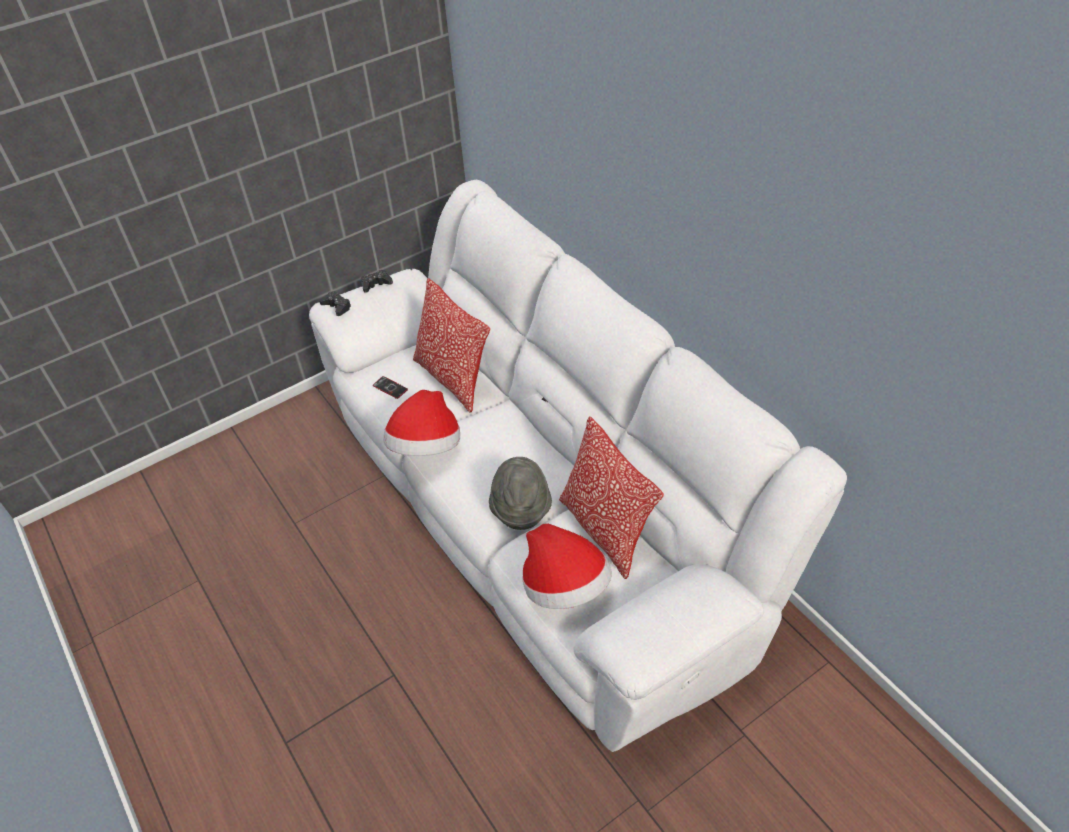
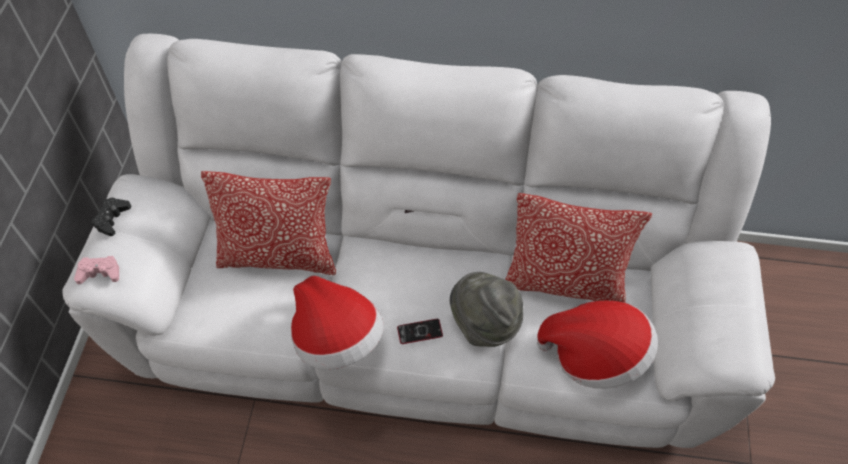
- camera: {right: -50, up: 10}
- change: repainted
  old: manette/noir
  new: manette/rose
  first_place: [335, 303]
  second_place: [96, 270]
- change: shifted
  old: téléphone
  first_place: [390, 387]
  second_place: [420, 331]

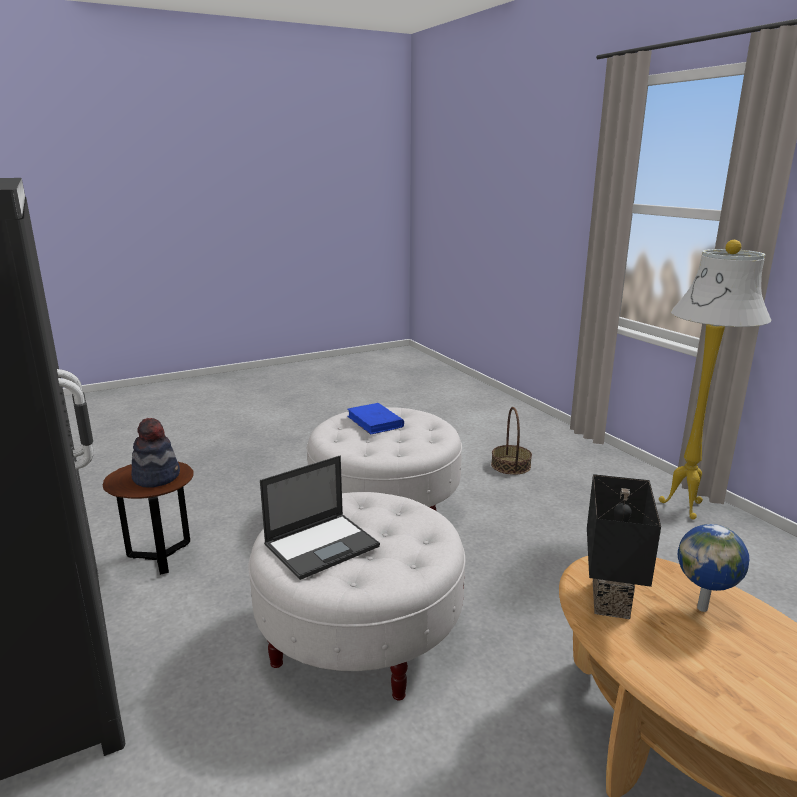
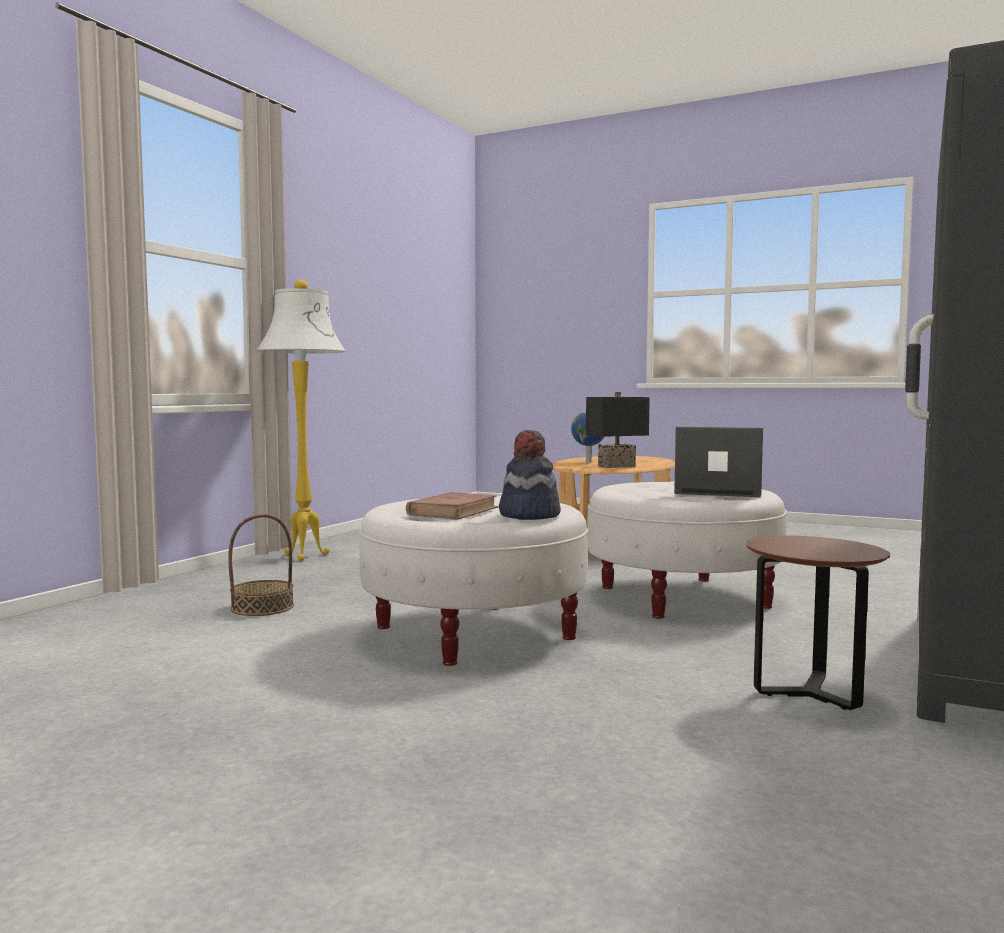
- camera: {right: -125, up: -15}
- change: repainted
  old: livre/bleu
  new: livre/marron
  first_place: [375, 418]
  second_place: [452, 506]
- change: shifted
  old: chapeau
  first_place: [155, 453]
  second_place: [530, 475]

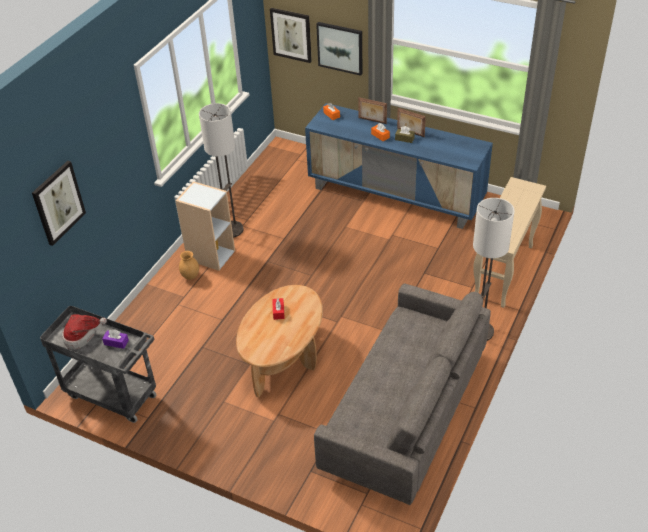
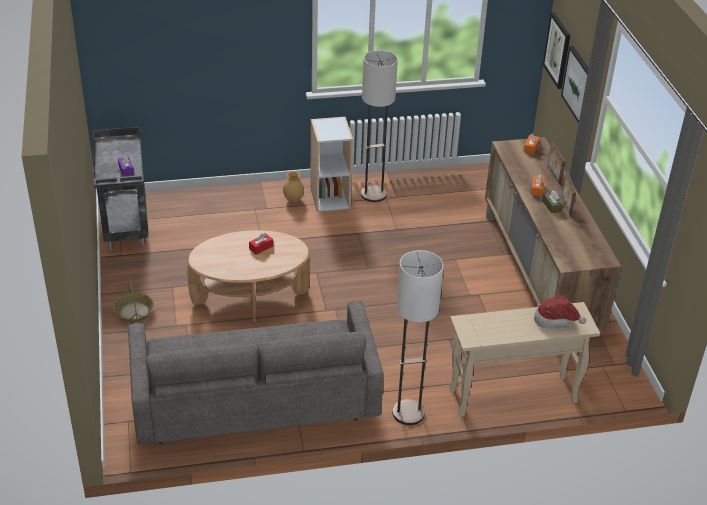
- camera: {right: 50, up: -5}
- change: new
  new: panier
  second_place: [133, 301]
- change: repainted
  old: meuble télé/bleu
  new: meuble télé/marron
  first_place: [399, 166]
  second_place: [553, 235]
- change: shifted
  old: chapeau
  first_place: [84, 332]
  second_place: [560, 311]
- change: gone
  old: tableau
  first_place: [59, 203]

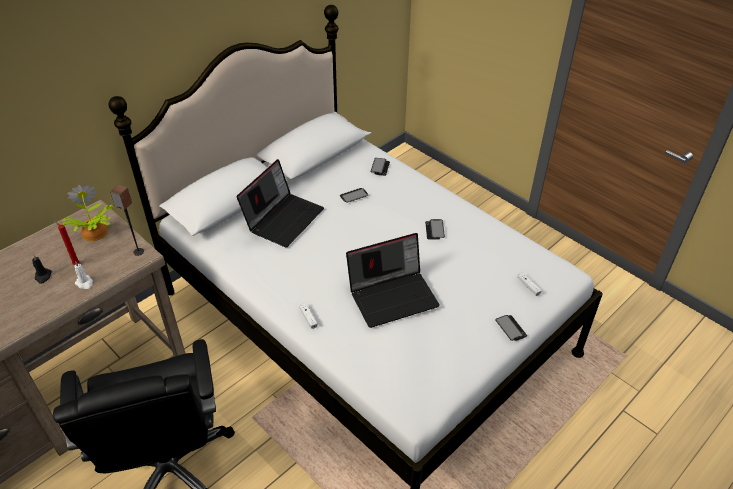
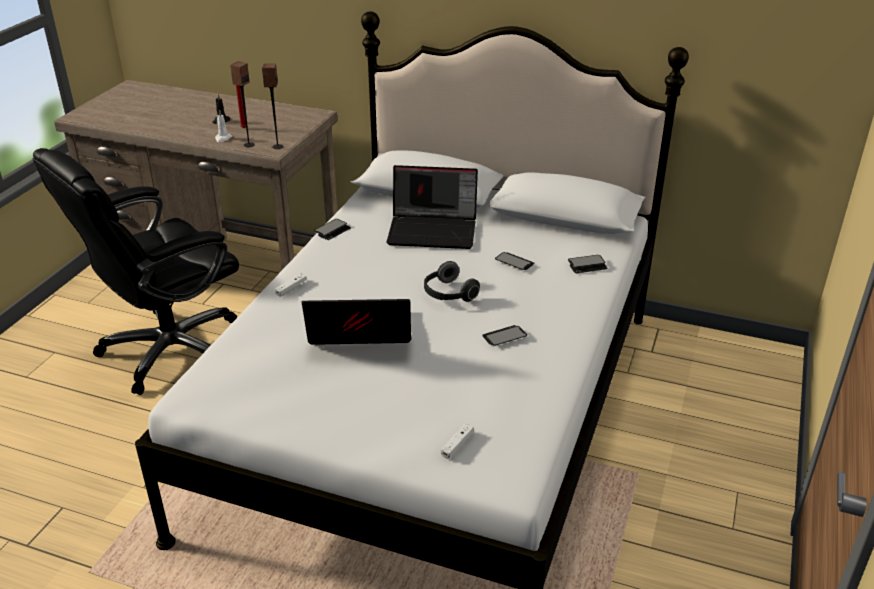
- camera: {right: 65, up: -10}
- change: new
  new: enceinte
  second_place: [242, 104]
- change: rotated
  old: ordinateur portable
  first_place: [393, 280]
  second_place: [356, 322]
  degrees: 135
- change: shifted
  old: téléphone
  first_place: [511, 328]
  second_place: [332, 229]
- change: new
  new: casque audio
  second_place: [452, 281]
- change: gone
  old: plante en pot
  first_place: [86, 213]

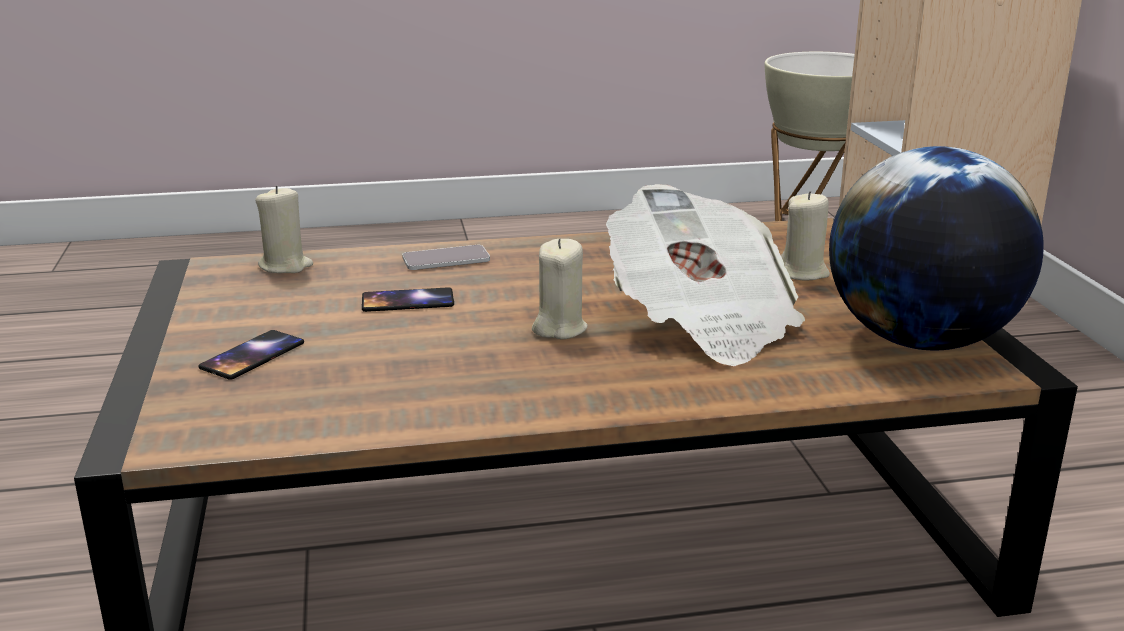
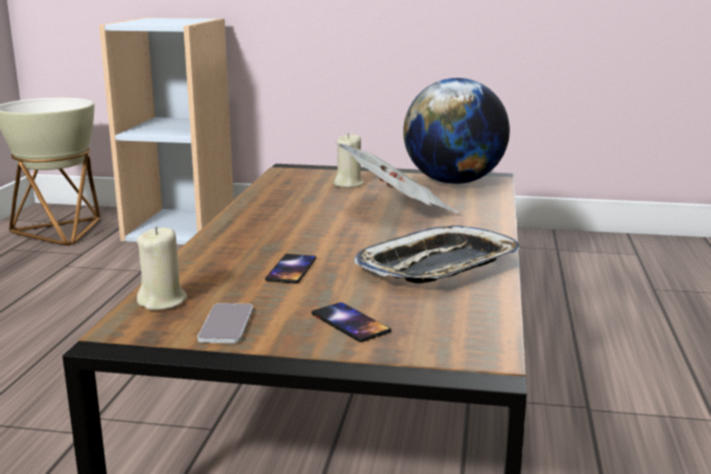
- camera: {right: -70, up: -5}
- change: shifted
  old: téléphone
  first_place: [446, 257]
  second_place: [225, 323]
- change: new
  new: plateau
  second_place: [437, 254]
- change: gone
  old: bougie/beige
  first_place: [560, 289]

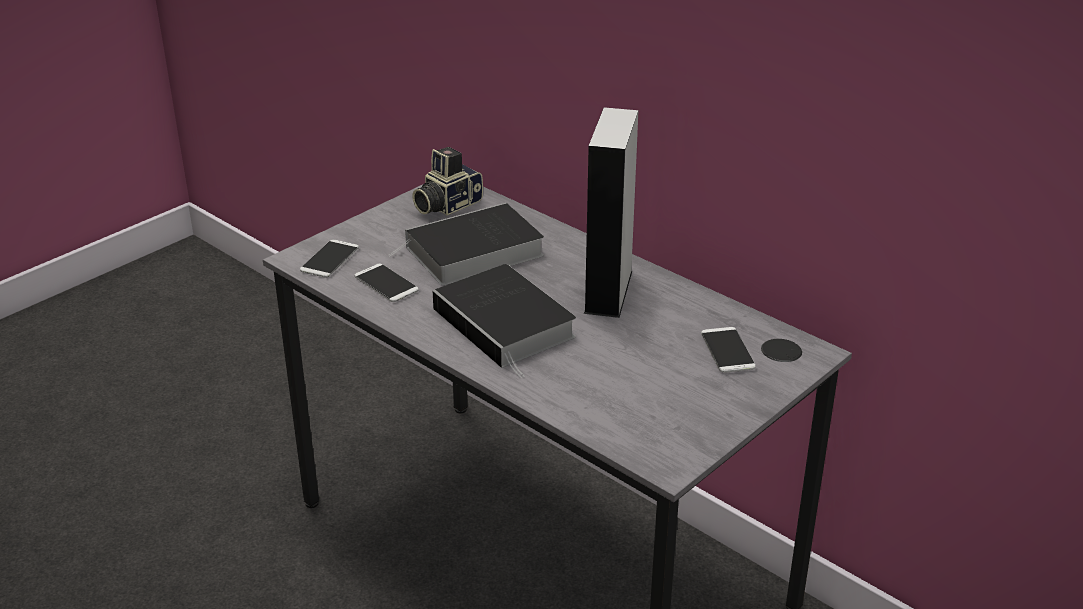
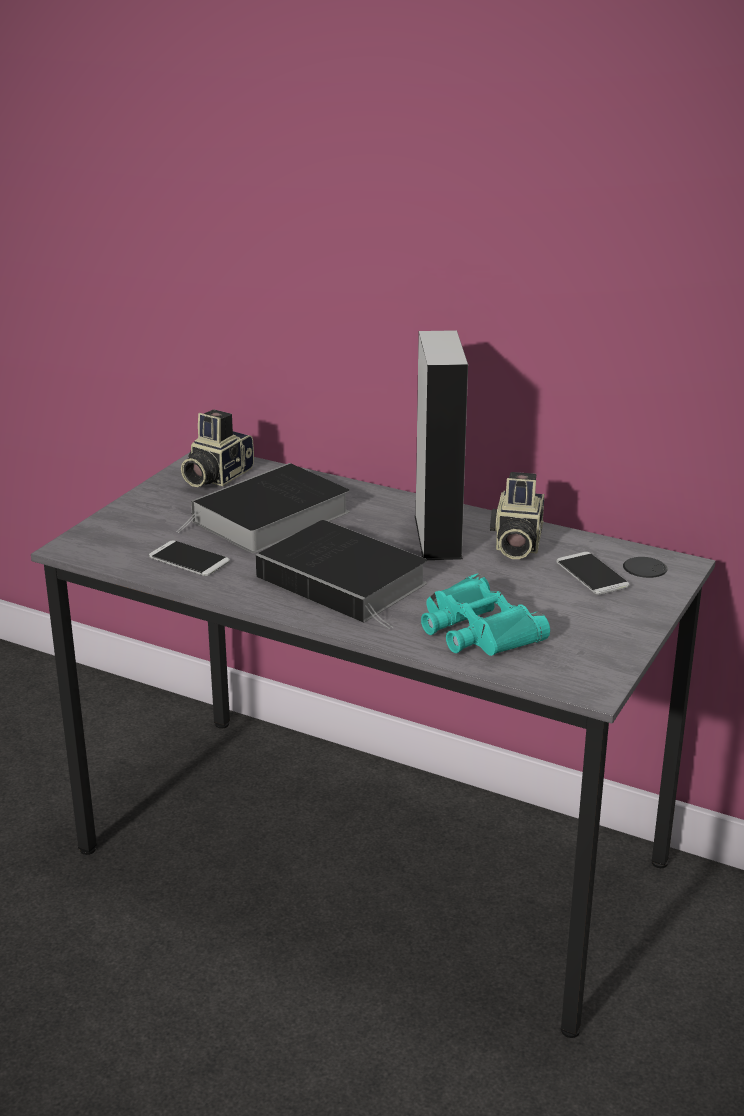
- camera: {right: -15, up: -5}
- change: new
  new: jumelles/turquoise
  second_place: [485, 615]
- change: new
  new: appareil photo
  second_place: [517, 515]
- change: gone
  old: téléphone
  first_place: [329, 258]

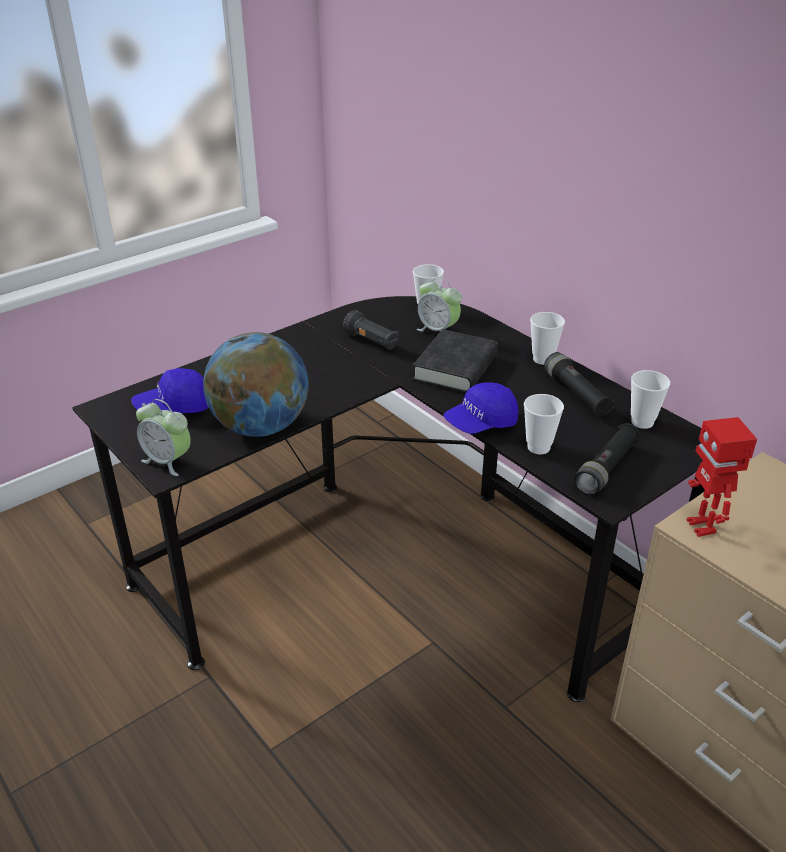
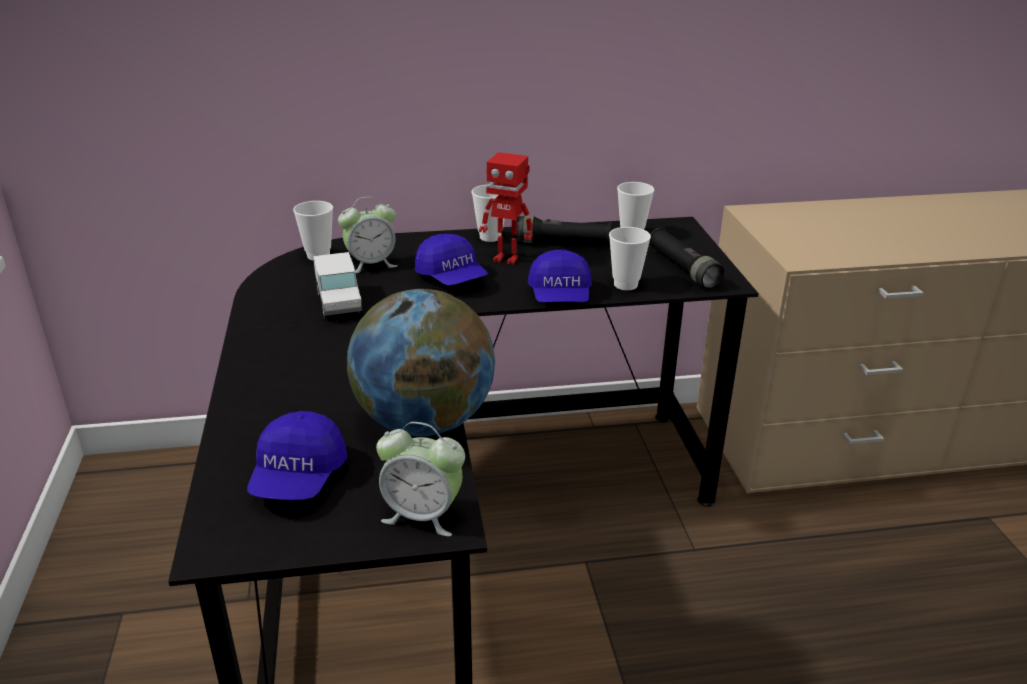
- camera: {right: -60, up: -5}
- change: swapped
  old: lampe de poche/noir
  new: camion jouet
  first_place: [371, 329]
  second_place: [337, 285]
- change: rotated
  old: réveil
  first_place: [163, 437]
  second_place: [420, 479]
  degrees: 45
- change: swapped
  old: livre/noir
  new: casquette/bleu
  first_place: [455, 361]
  second_place: [451, 260]
- change: shifted
  old: robot jouet
  first_place: [722, 477]
  second_place: [506, 208]

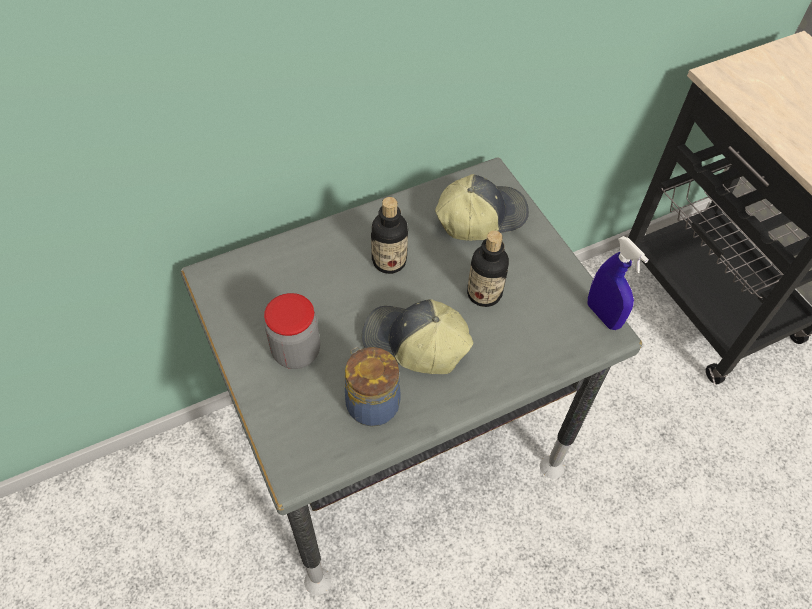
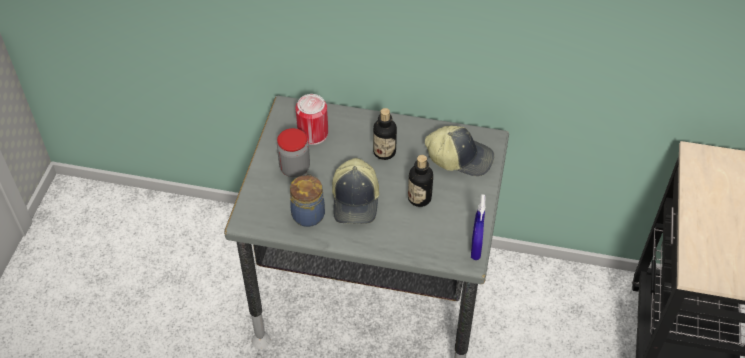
- camera: {right: 40, up: -5}
- change: new
  new: boîte métallique
  second_place: [311, 119]
- change: rotated
  old: casquette
  first_place: [417, 336]
  second_place: [355, 191]
  degrees: -150

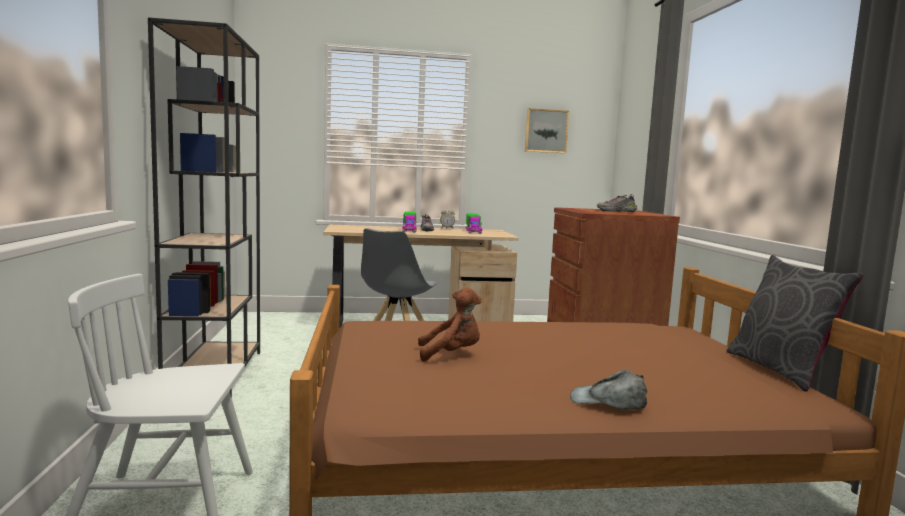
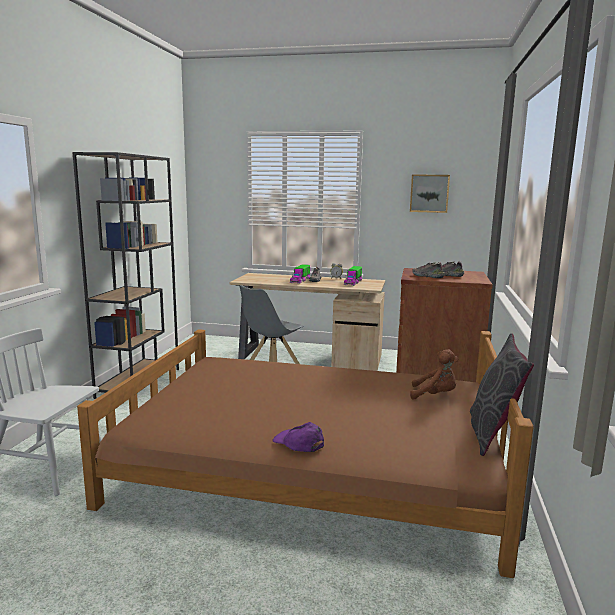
- camera: {right: 20, up: 5}
- change: repainted
  old: casquette/gris
  new: casquette/violet
  first_place: [609, 389]
  second_place: [298, 437]
- change: shifted
  old: peluche/marron
  first_place: [450, 324]
  second_place: [434, 374]
- change: new
  new: chaussure
  second_place: [428, 270]

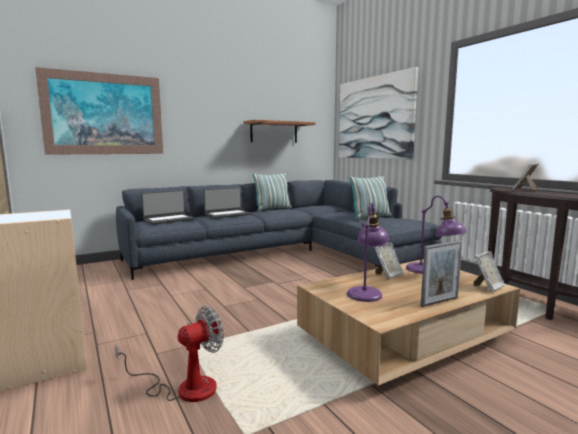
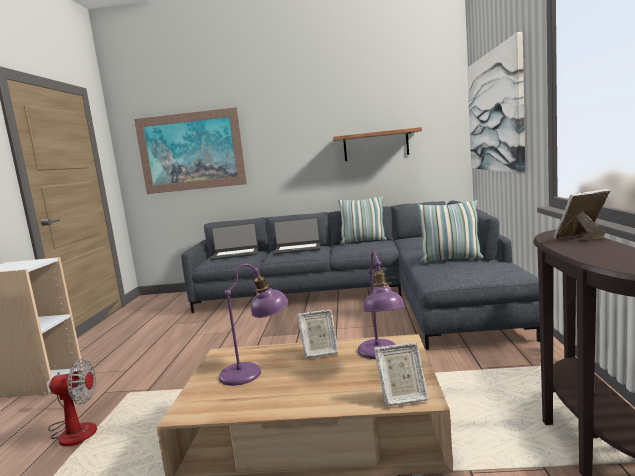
- camera: {right: 35, up: 0}
- change: gone
  old: cadre photo
  first_place: [441, 273]

